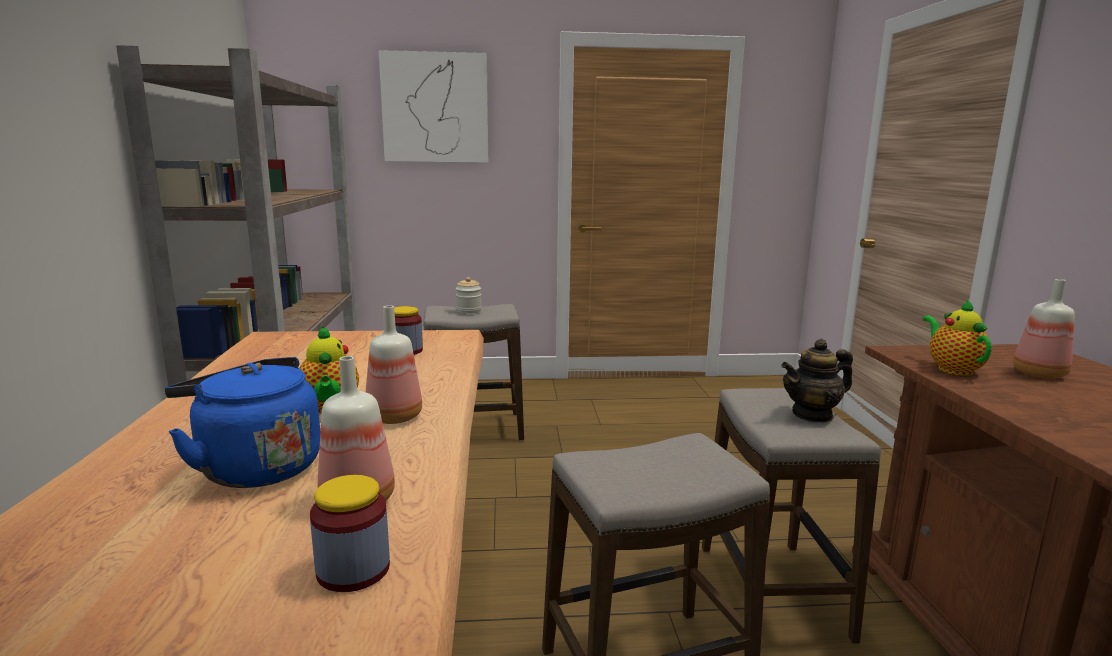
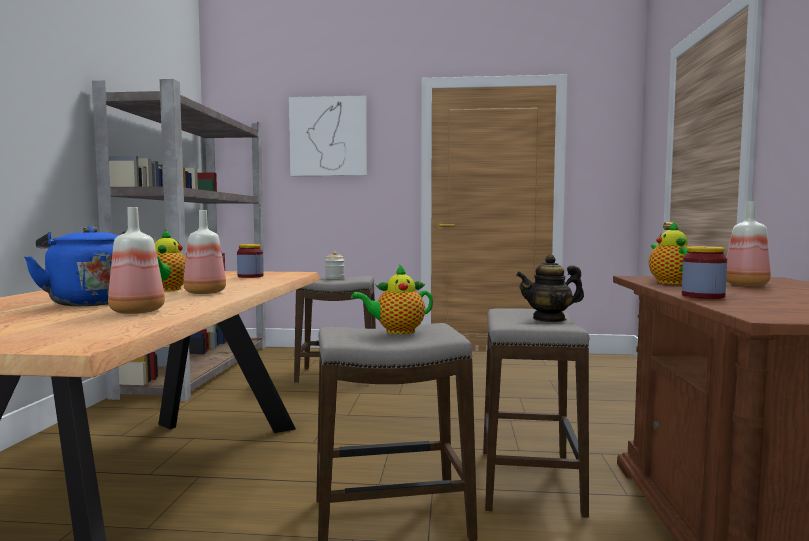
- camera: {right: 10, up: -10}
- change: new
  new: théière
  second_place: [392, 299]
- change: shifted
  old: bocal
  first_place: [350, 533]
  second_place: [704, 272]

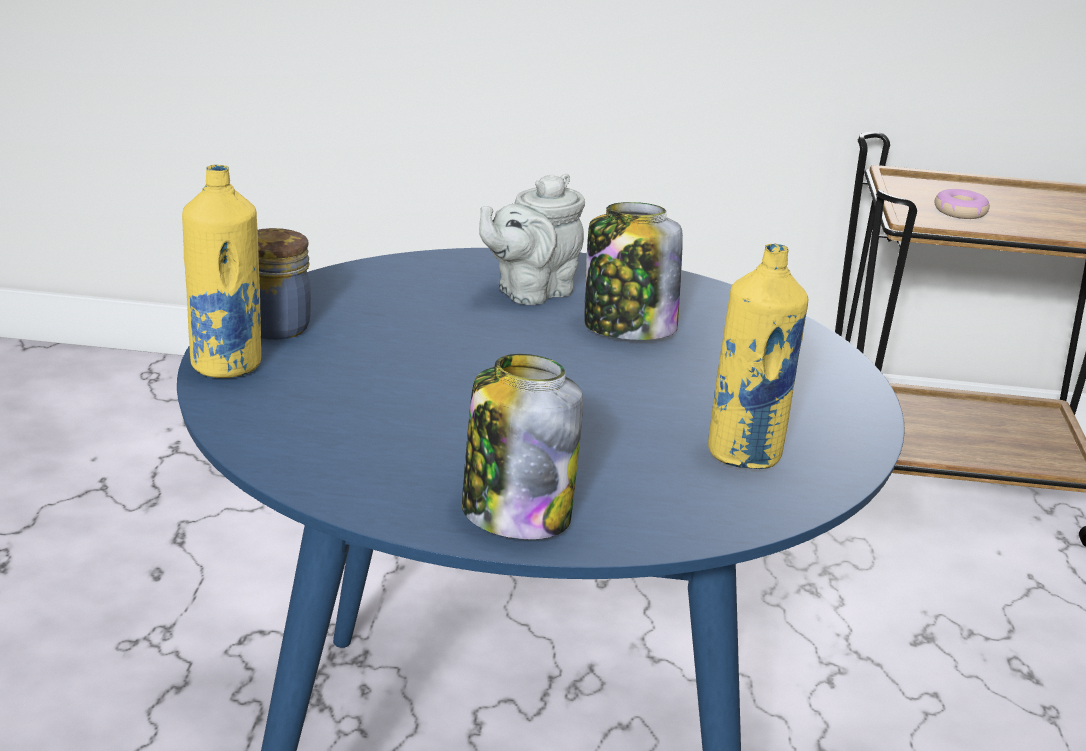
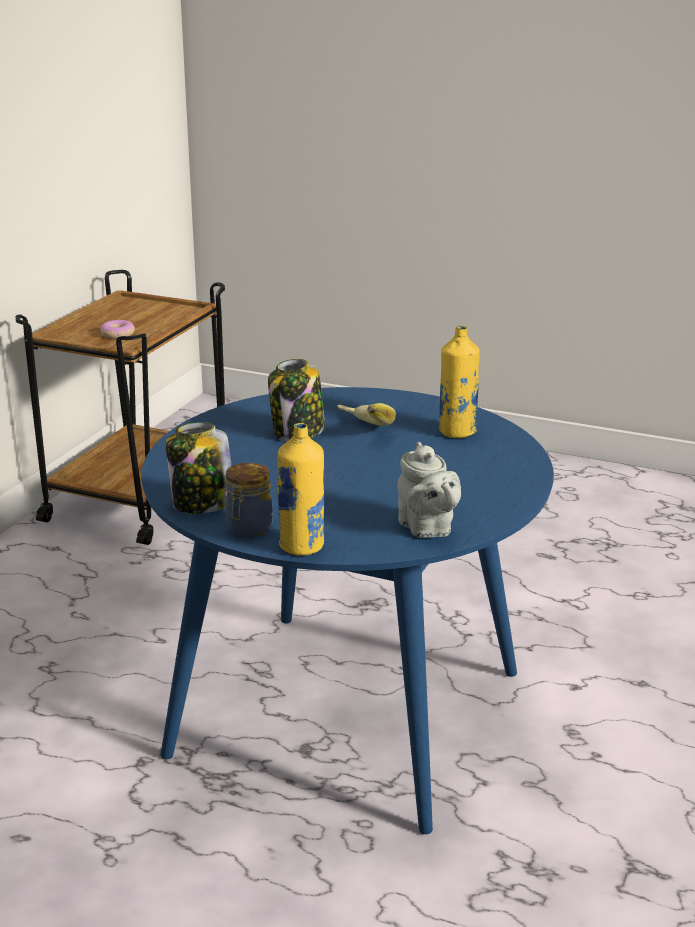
- camera: {right: -70, up: 0}
- change: shifted
  old: bocal
  first_place: [522, 446]
  second_place: [199, 468]
- change: new
  new: banane
  second_place: [366, 414]
- change: shifted
  old: théière/gris
  first_place: [532, 239]
  second_place: [429, 490]

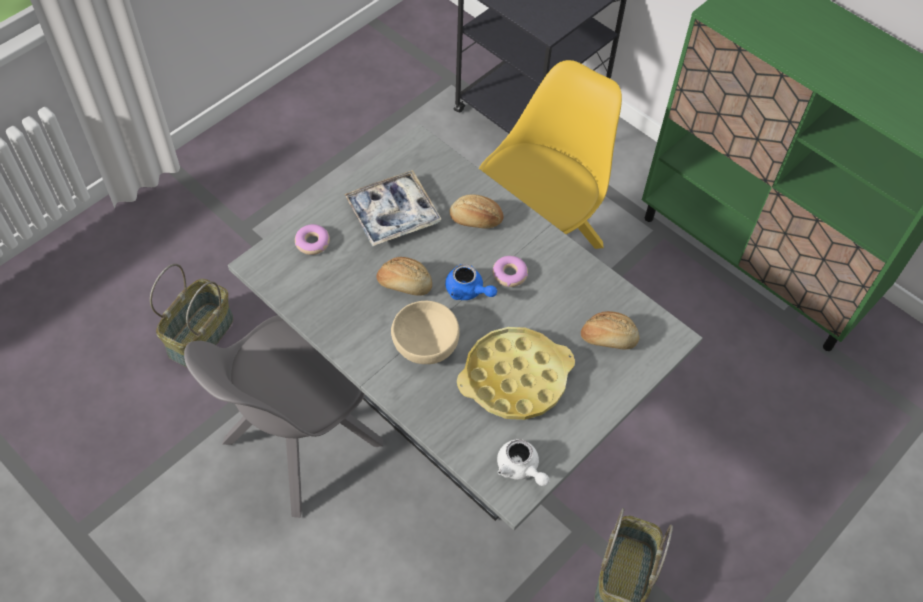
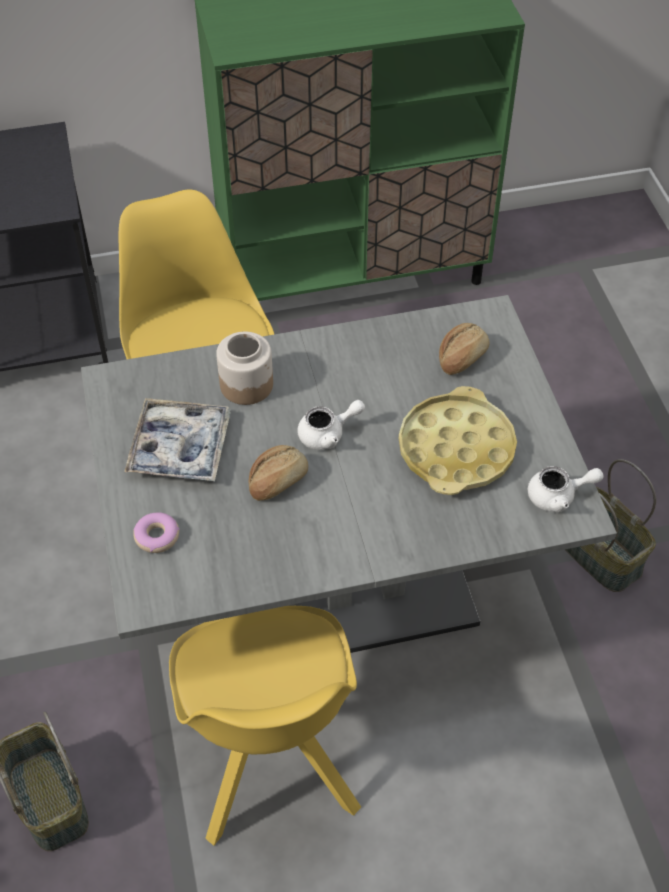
- camera: {right: -55, up: -5}
- change: repainted
  old: chaise/gris
  new: chaise/jaune
  first_place: [284, 416]
  second_place: [265, 726]
- change: swapped
  old: pain
  new: bocal
  first_place: [477, 211]
  second_place: [244, 368]
- change: repainted
  old: théière/bleu
  new: théière/blanc
  first_place: [471, 282]
  second_place: [331, 425]
- change: gone
  old: bol/beige
  first_place: [425, 332]
- change: gone
  old: beignet
  first_place: [510, 271]

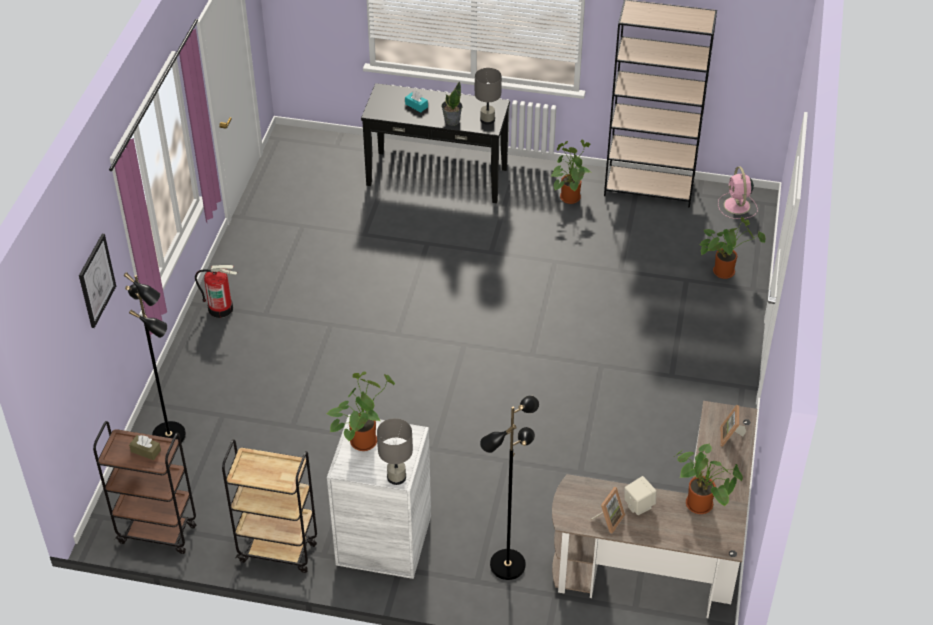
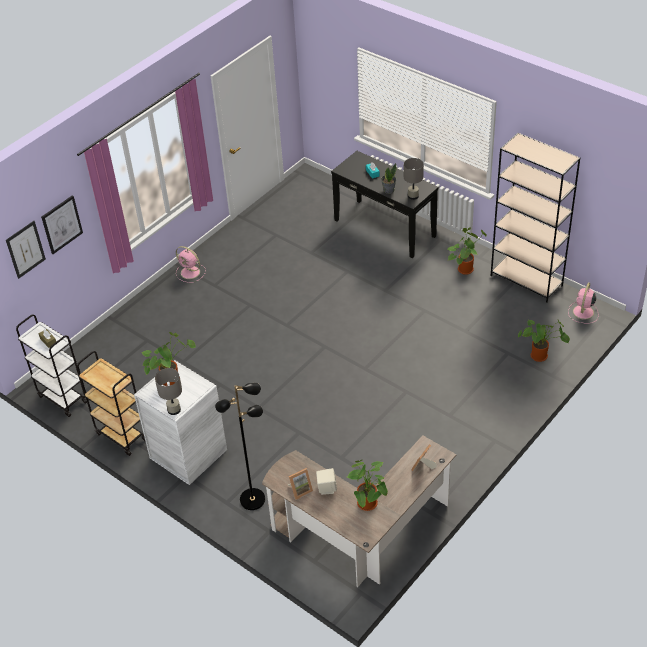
- camera: {right: 30, up: 0}
- change: new
  new: tableau
  second_place: [26, 250]
- change: repainted
  old: chariot/marron
  new: chariot/blanc
  first_place: [144, 487]
  second_place: [51, 365]
- change: swapped
  old: extincteur
  new: ventilateur/rose
  first_place: [216, 291]
  second_place: [191, 264]
- change: gone
  old: lampadaire/noir
  first_place: [155, 357]

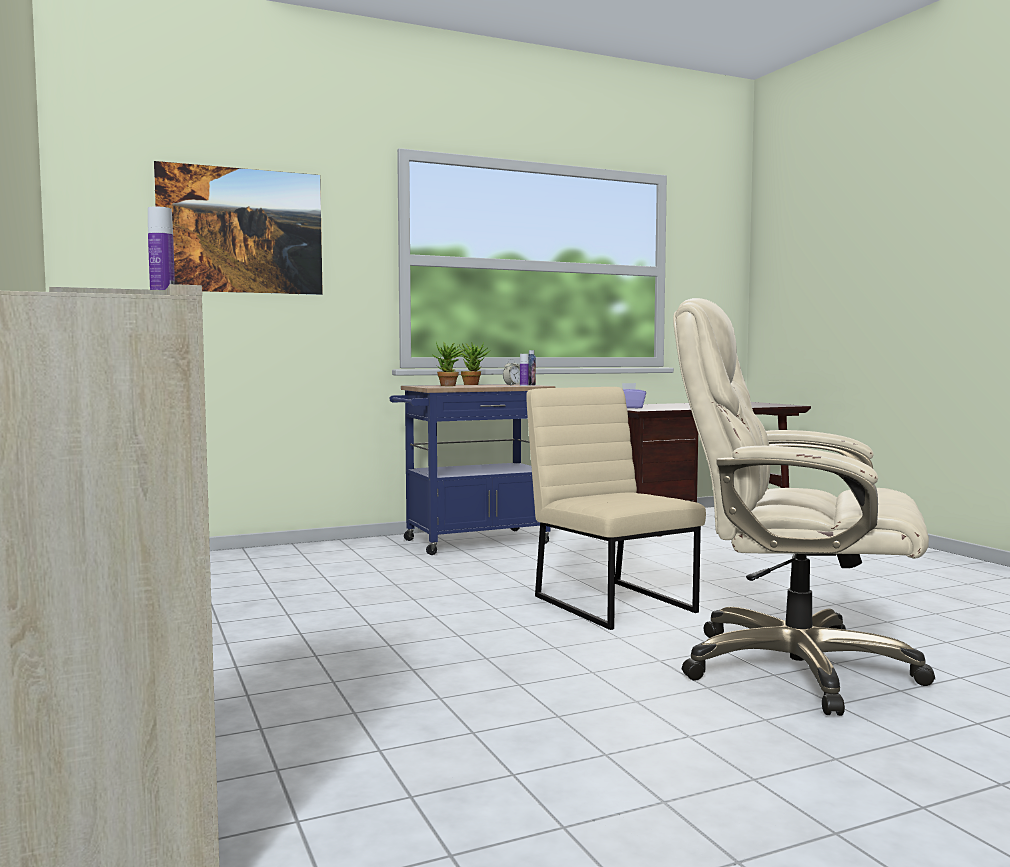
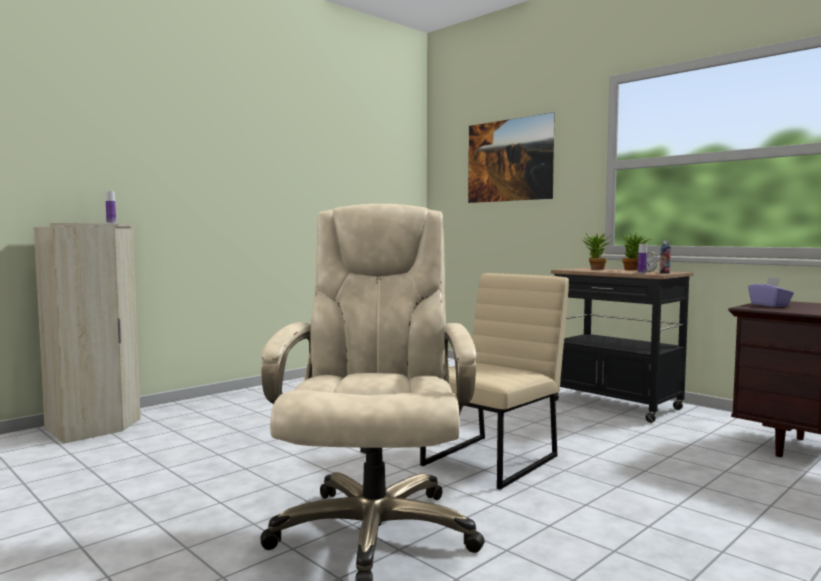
- camera: {right: 70, up: 0}
- change: repainted
  old: chariot/bleu
  new: chariot/noir
  first_place: [473, 469]
  second_place: [622, 345]

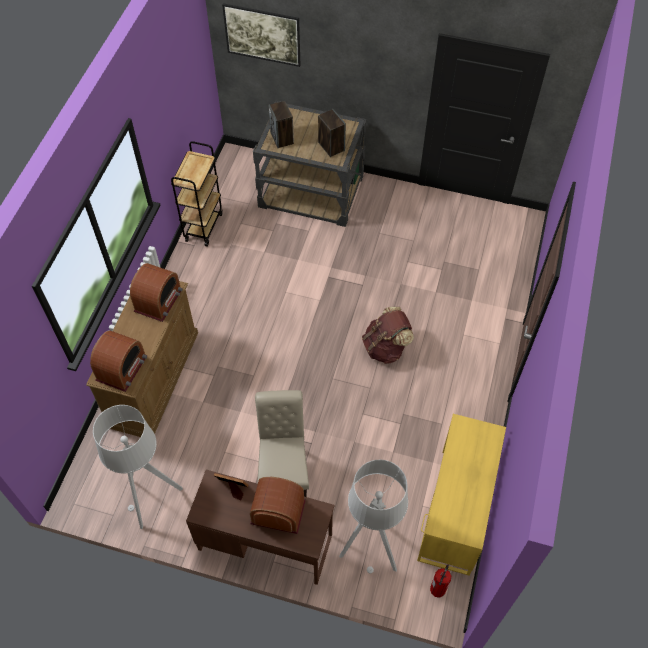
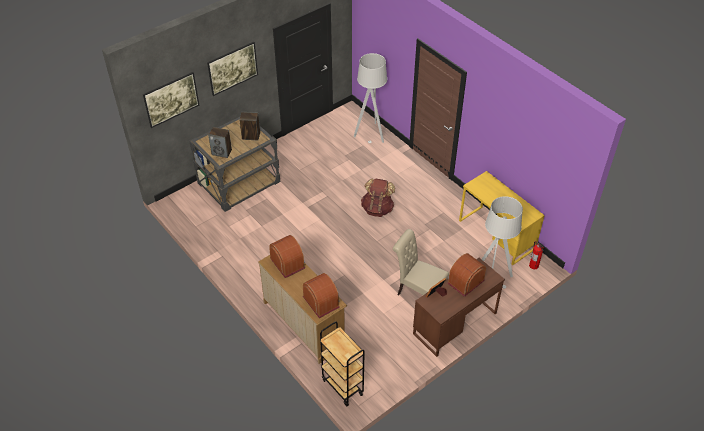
- camera: {right: -55, up: -10}
- change: new
  new: tableau
  second_place: [232, 69]
- change: shifted
  old: chariot/marron
  first_place: [197, 194]
  second_place: [342, 364]
- change: shifted
  old: lampadaire/gris
  first_place: [138, 467]
  second_place: [370, 98]

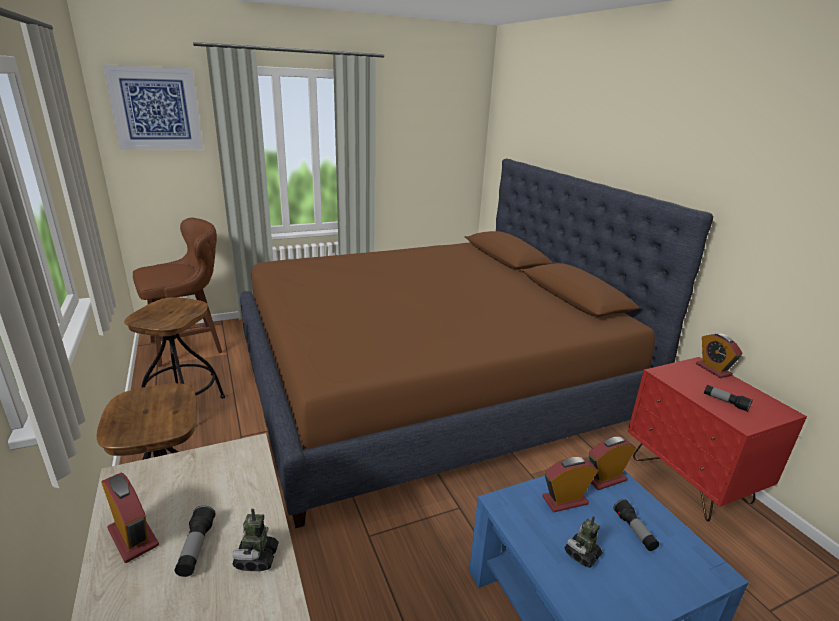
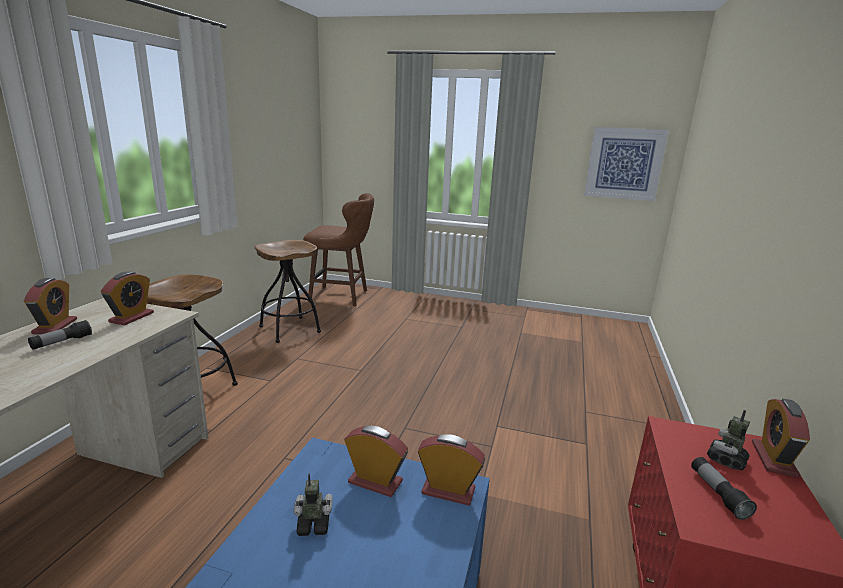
- camera: {right: 40, up: -5}
- change: new
  new: réveil
  second_place: [127, 298]
- change: shifted
  old: tableau
  first_place: [153, 107]
  second_place: [626, 164]
- change: shifted
  old: robot jouet
  first_place: [255, 540]
  second_place: [728, 440]
- change: gone
  old: lit/marron
  first_place: [476, 343]
- change: gone
  old: lampe de poche
  first_place: [636, 525]

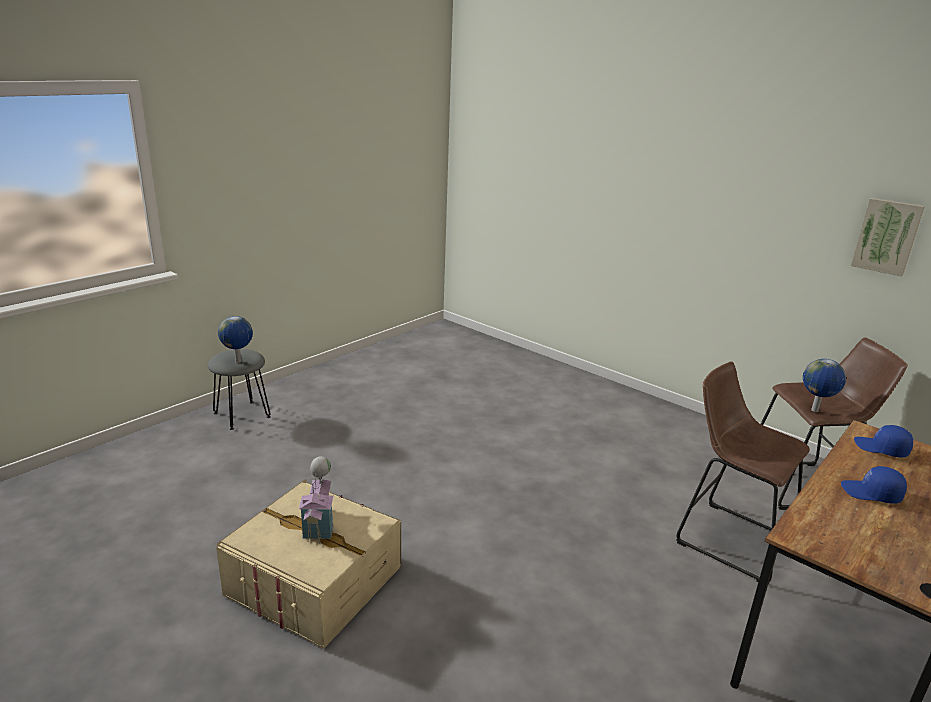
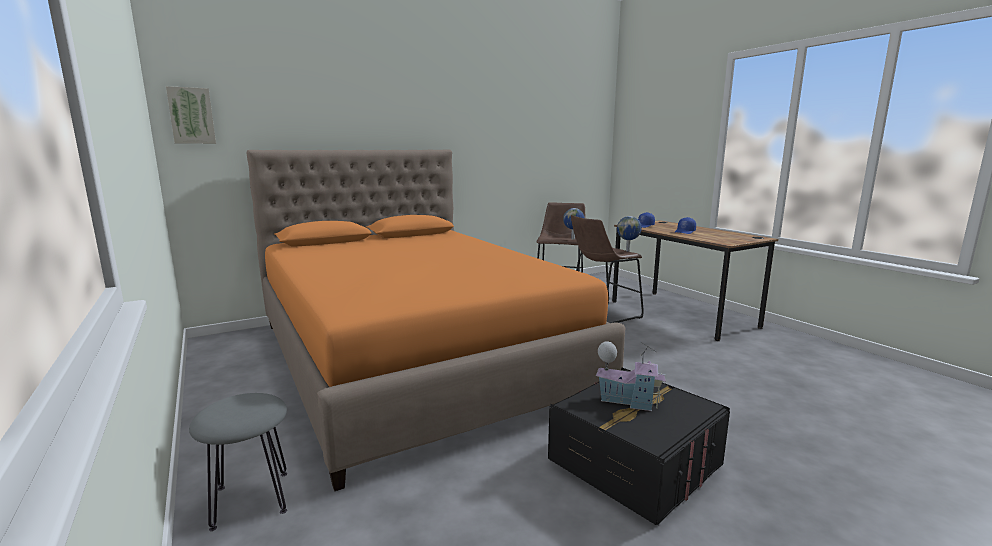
- camera: {right: -70, up: -10}
- change: shifted
  old: tableau
  first_place: [888, 237]
  second_place: [191, 115]
- change: new
  new: lit/orange
  second_place: [436, 320]
- change: repainted
  old: boîte de rangement/beige
  new: boîte de rangement/noir
  first_place: [308, 564]
  second_place: [639, 446]
- change: shifted
  old: globe
  first_place: [235, 339]
  second_place: [629, 233]

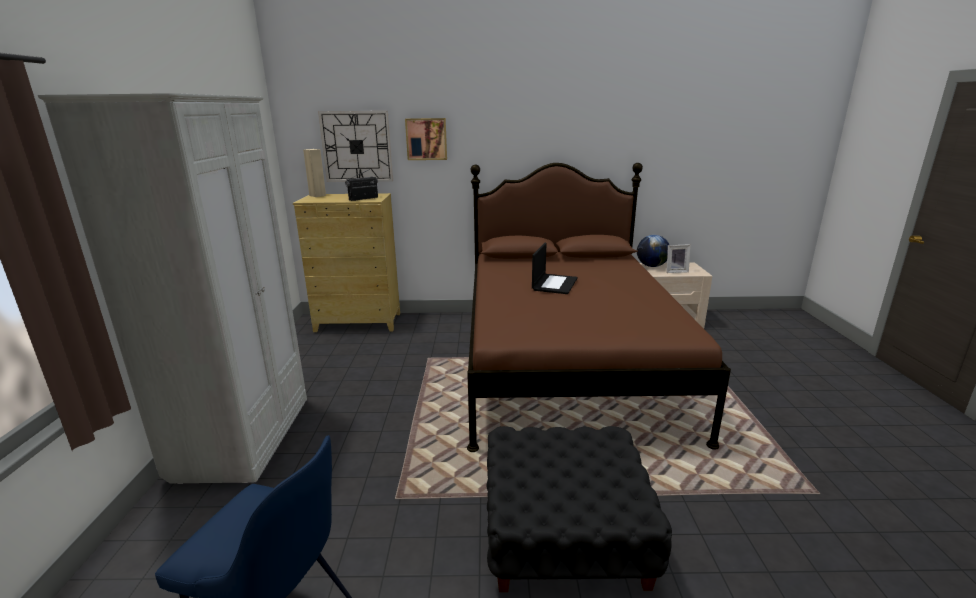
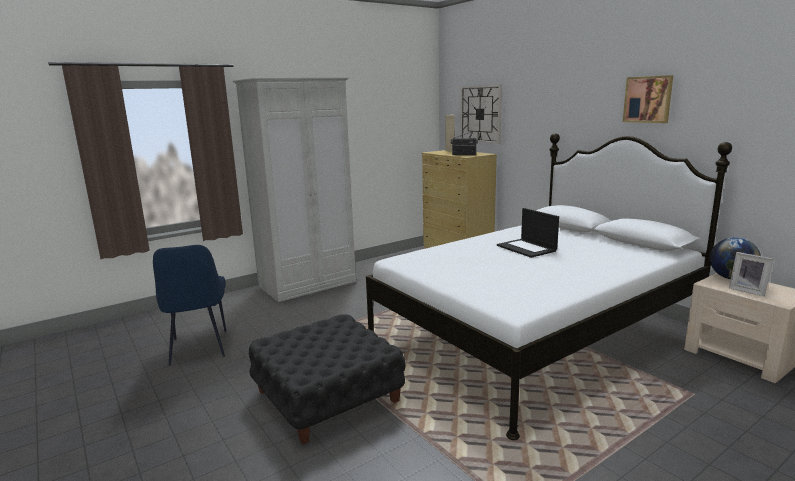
- camera: {right: 55, up: -5}
- change: repainted
  old: lit/marron
  new: lit/blanc
  first_place: [599, 307]
  second_place: [549, 286]
- change: rotated
  old: ordinateur portable
  first_place: [555, 268]
  second_place: [528, 233]
  degrees: 75
- change: shifted
  old: tableau
  first_place: [426, 139]
  second_place: [648, 99]

